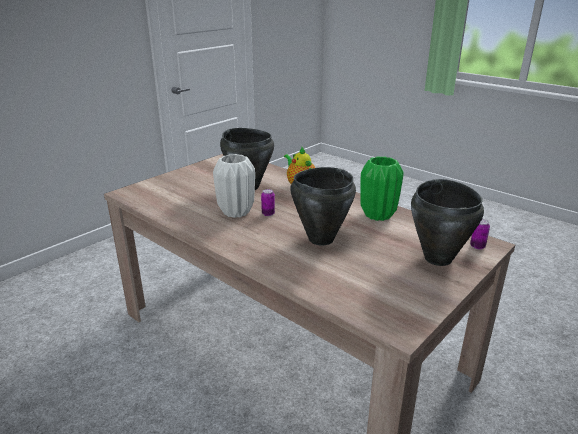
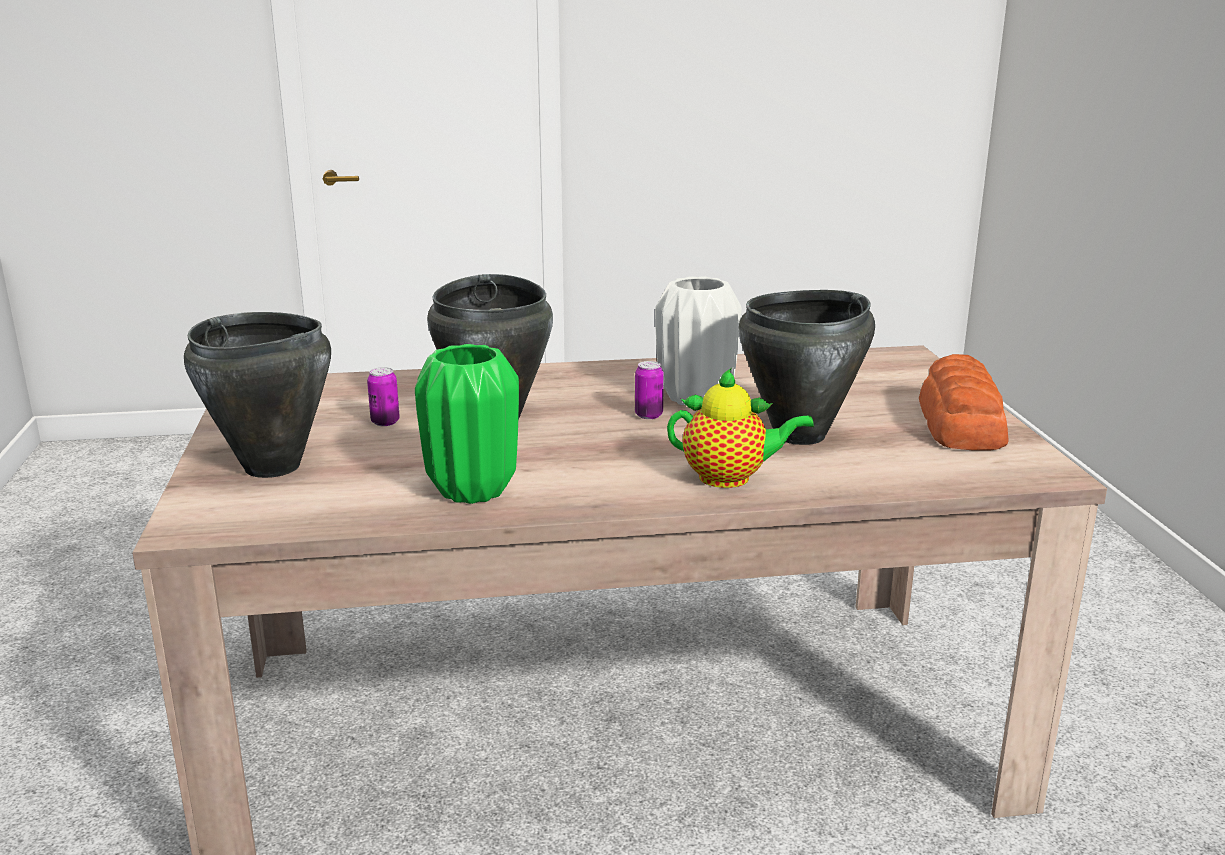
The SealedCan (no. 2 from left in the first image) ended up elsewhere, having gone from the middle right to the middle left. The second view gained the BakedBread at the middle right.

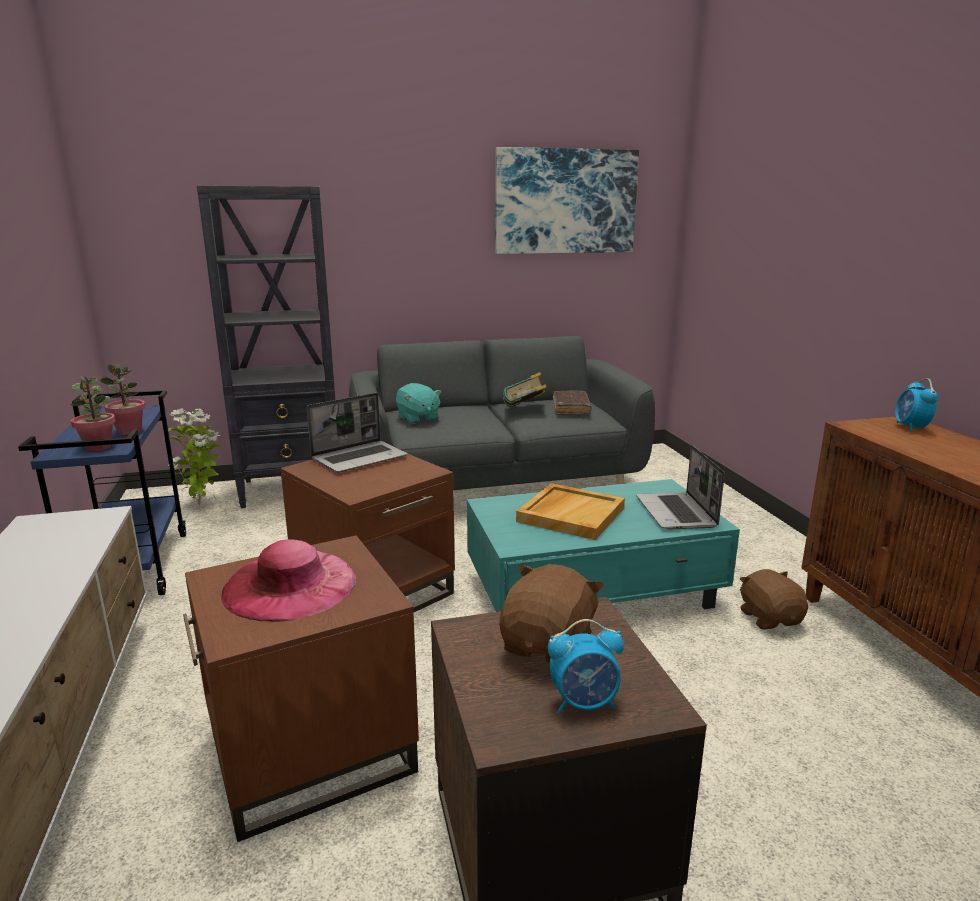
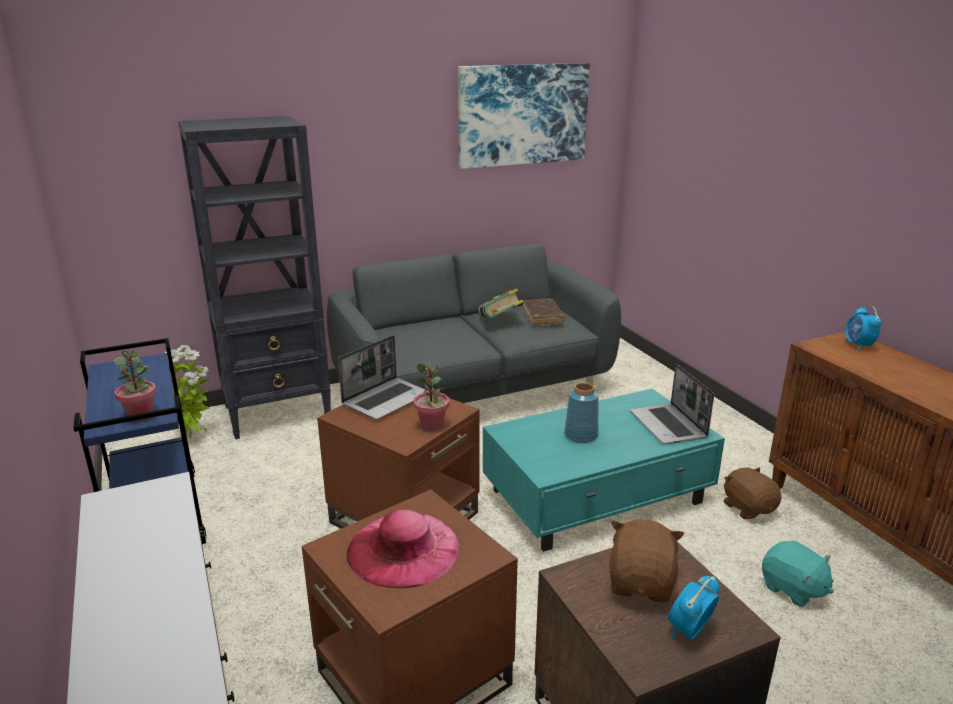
The PlantInAPot (no. 2 from left in the first image) ended up elsewhere, having gone from the middle left to the centre. Where the BeigeColouredCarryingTray stood at the centre, the BlueFlowerVase came to stand at the centre. The AlarmClock (no. 1 from left) at the bottom centre ended up facing another way, 150 degrees clockwise from before. The TurquoiseSoftToy ended up elsewhere, having gone from the centre to the bottom right.

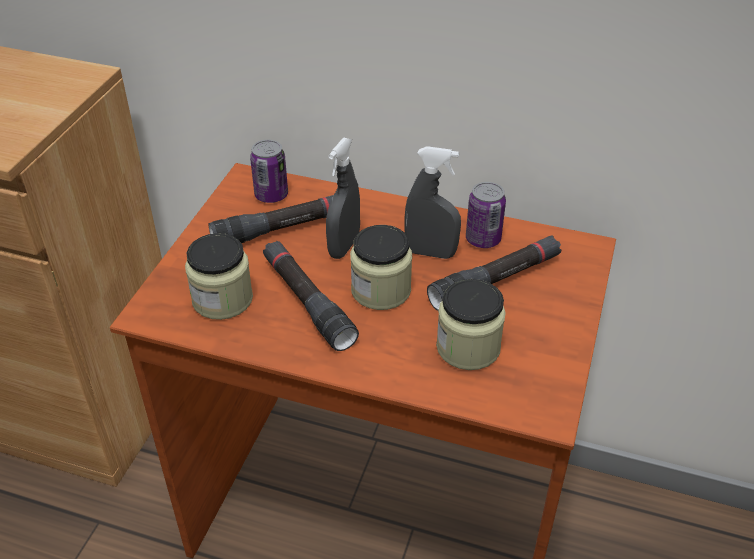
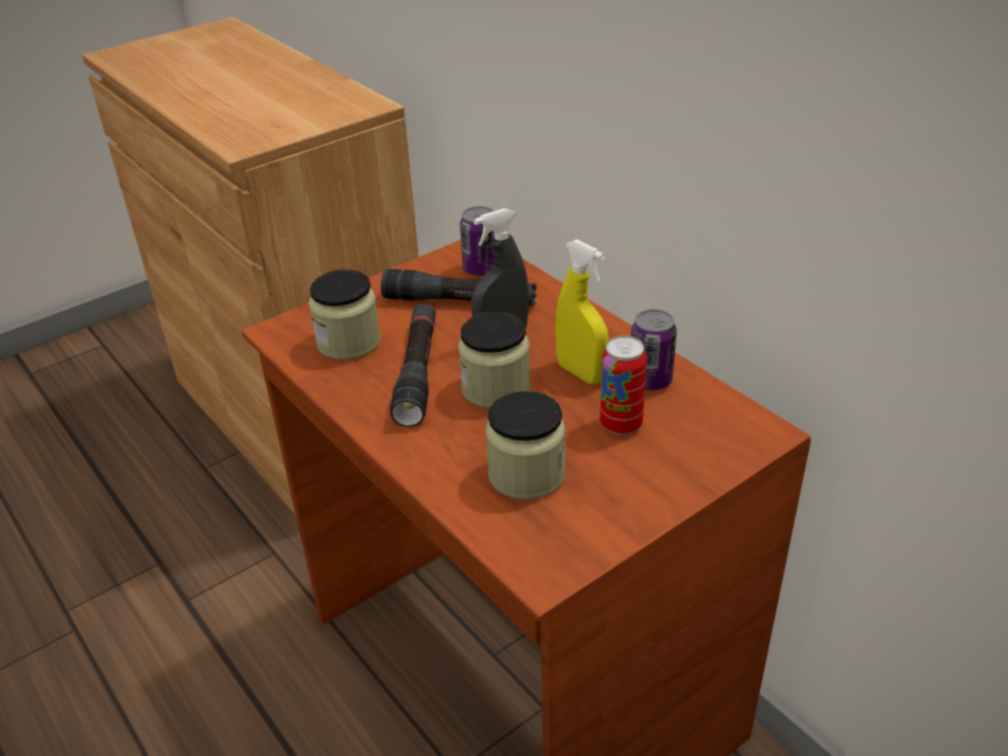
What was the GrayHandSprayer (no. 2 from left) at the centre turned into the YellowishHandSprayer at the centre. Where the BlackishTorch (no. 3 from left) stood at the centre, the SealedCan (no. 2 from left) came to stand at the centre.

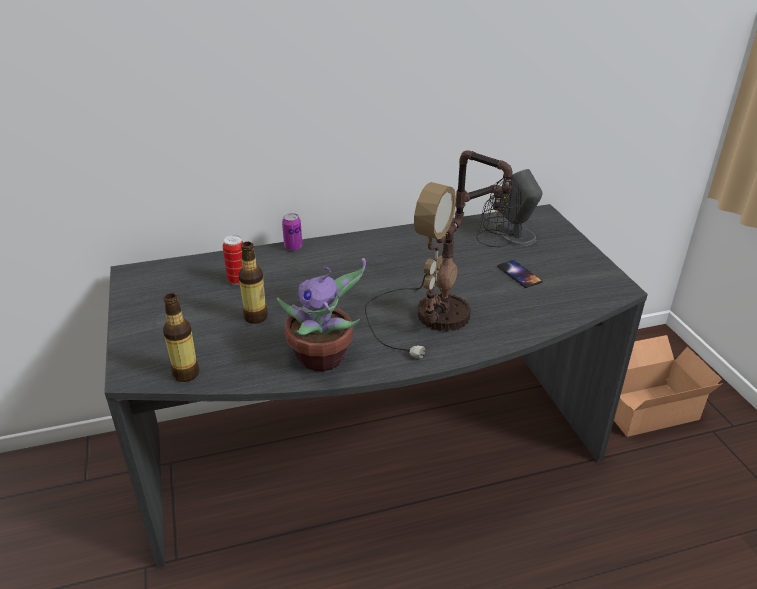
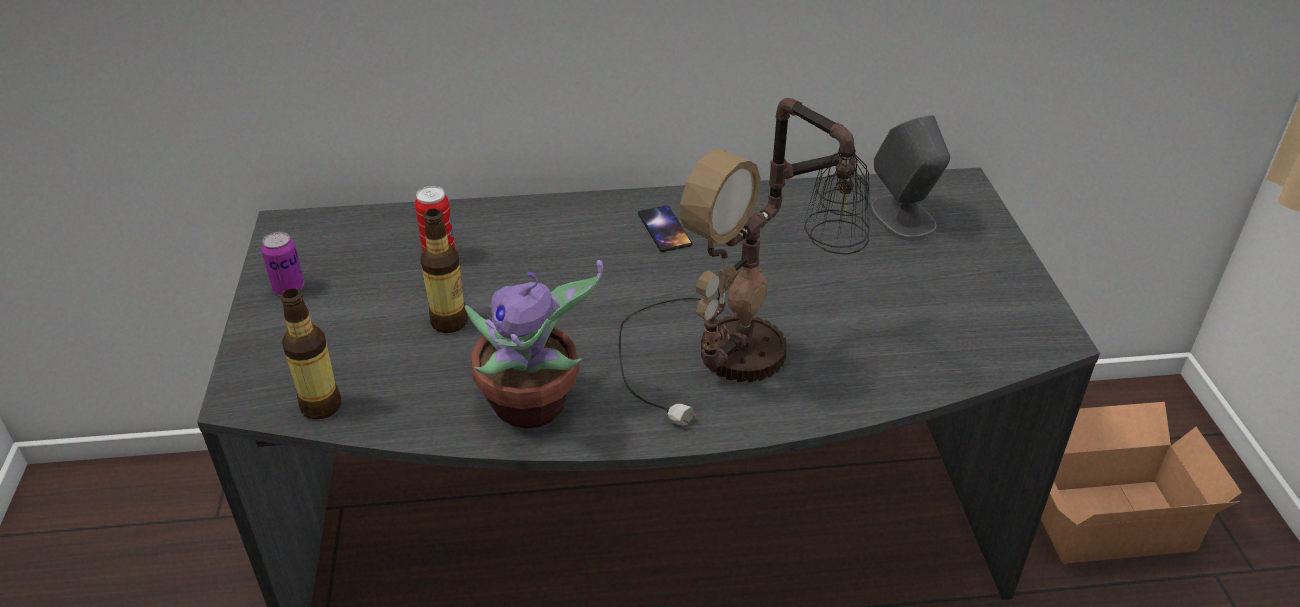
The SealedCan (no. 2 from left in the first image) ended up elsewhere, having gone from the centre to the middle left. The Telephone ended up elsewhere, having gone from the middle right to the centre.

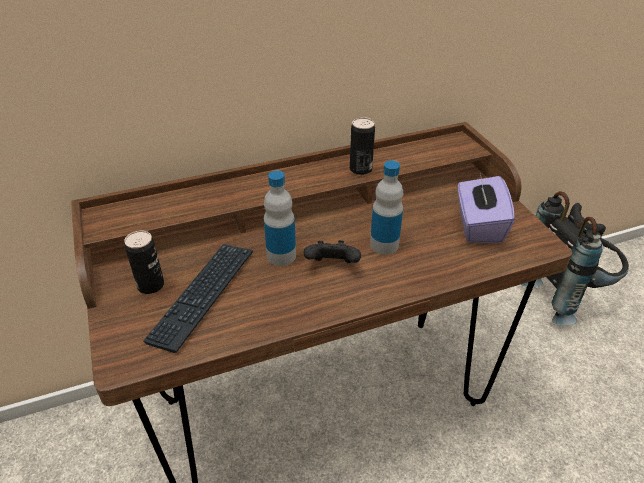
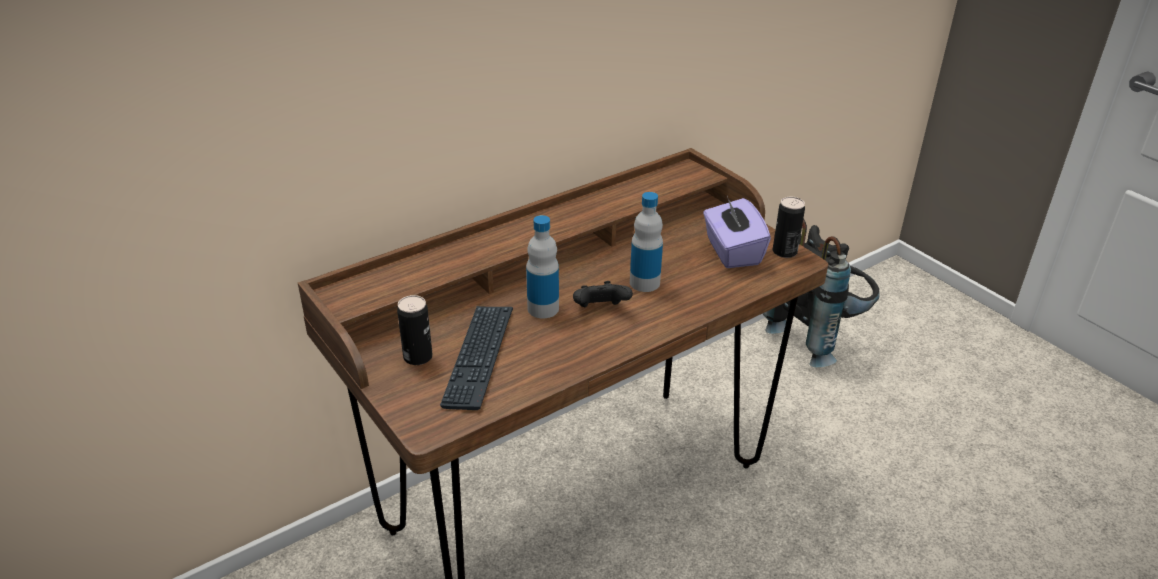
The SealedCan (no. 2 from left) ended up elsewhere, having gone from the top centre to the middle right.

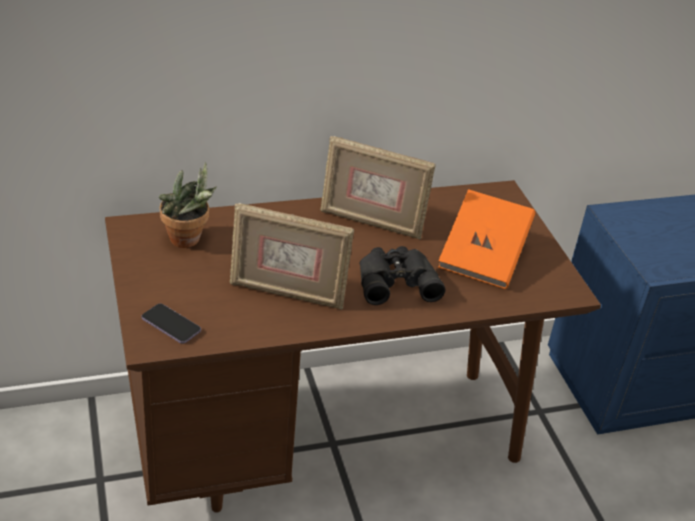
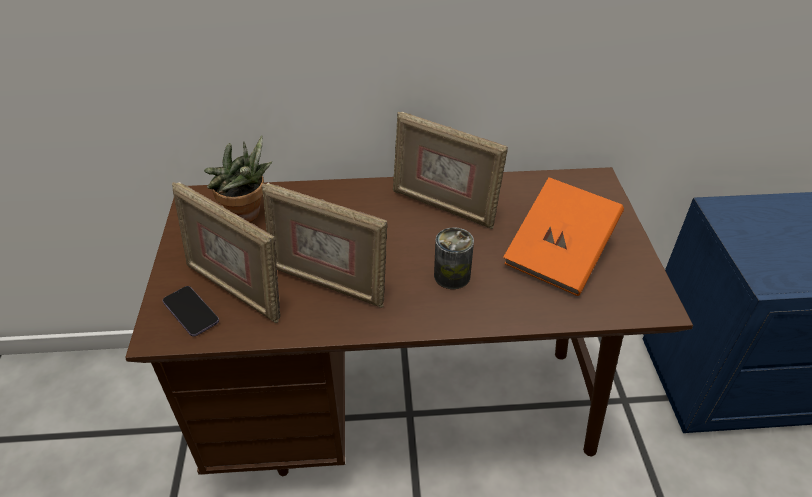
The second view gained the StandingFrame (no. 1 from left) at the middle left. Where the BlackishFieldGlasses stood at the centre, the SealedCan came to stand at the centre.

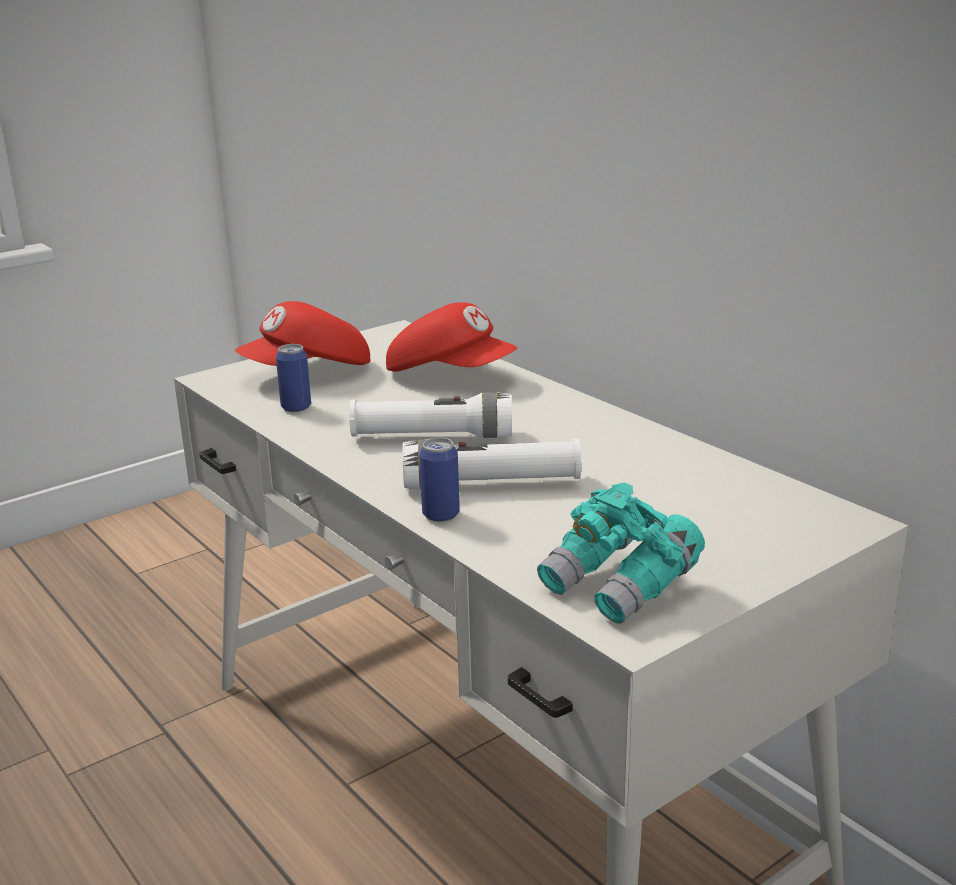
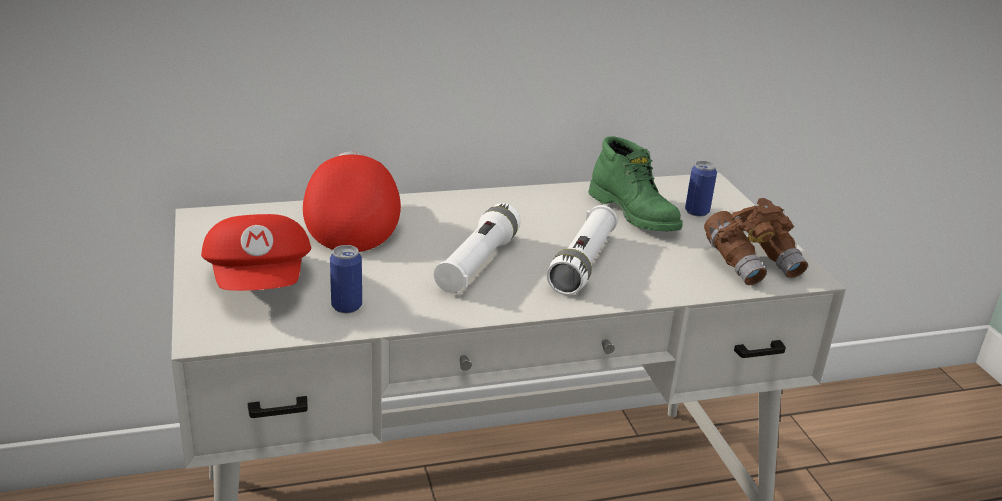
The RedBaseballCap (no. 2 from left) at the centre ended up facing another way, 60 degrees counterclockwise from before. The second view gained the GreenishBoot at the centre. The SealedCan (no. 2 from left) ended up elsewhere, having gone from the centre to the middle right. What was the TurquoiseFieldGlasses at the centre turned into the BrownColouredFieldGlasses at the middle right.

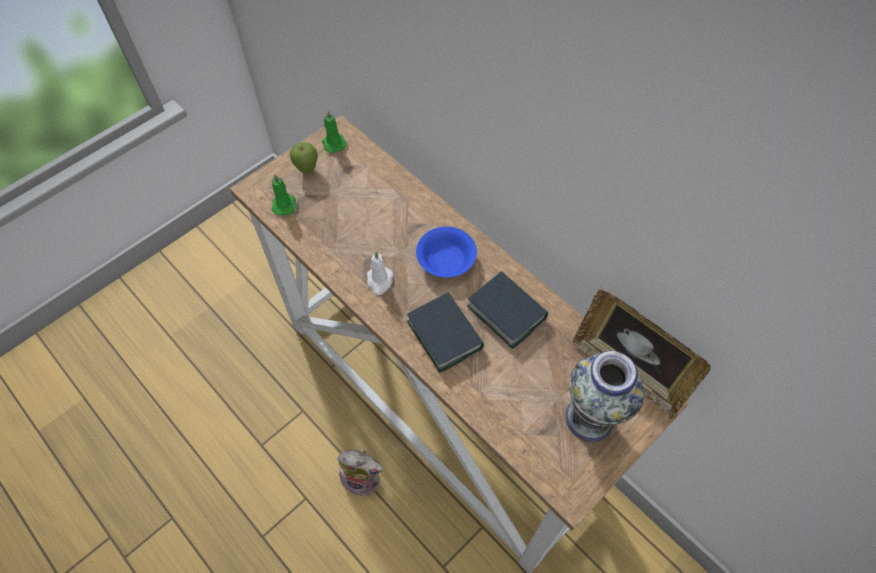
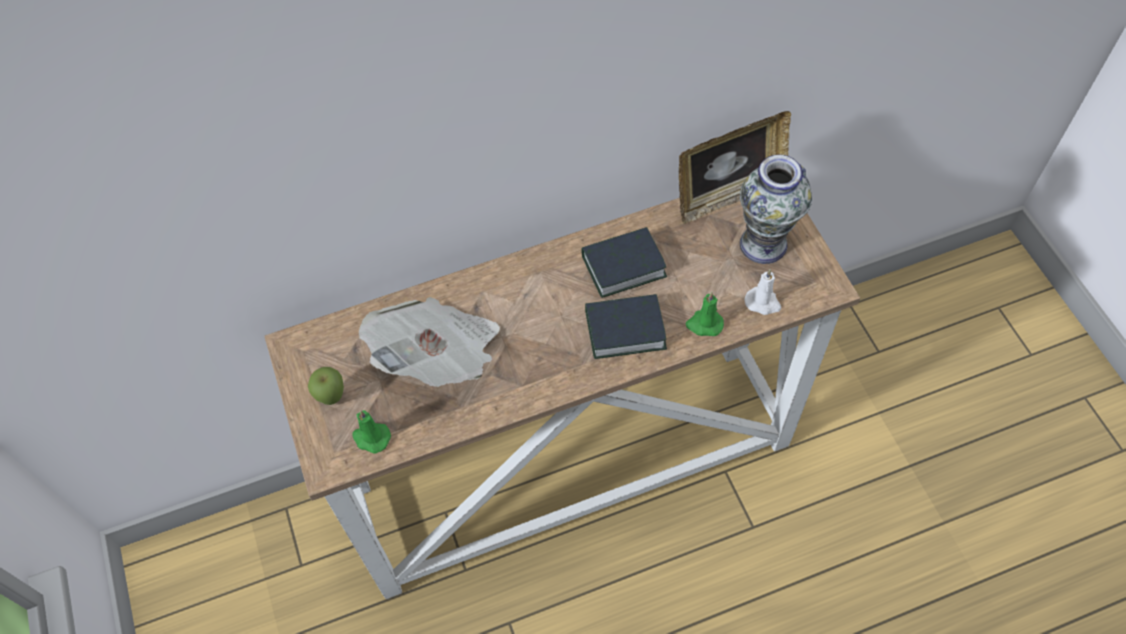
The second view gained the DailyPaper at the centre. The GreenishWaxCandle (no. 2 from left) ended up elsewhere, having gone from the top centre to the centre. The WhiteColouredWaxCandle ended up elsewhere, having gone from the centre to the middle right. The second view lost the SoftToy at the bottom centre. The second view lost the BlueDeepDish at the centre.

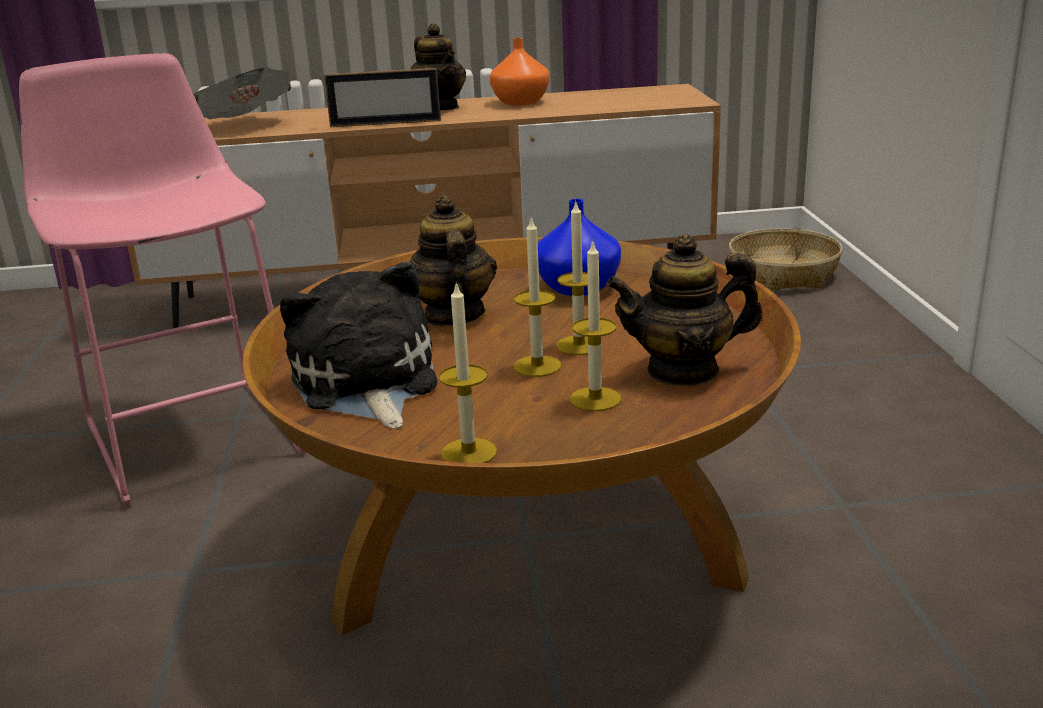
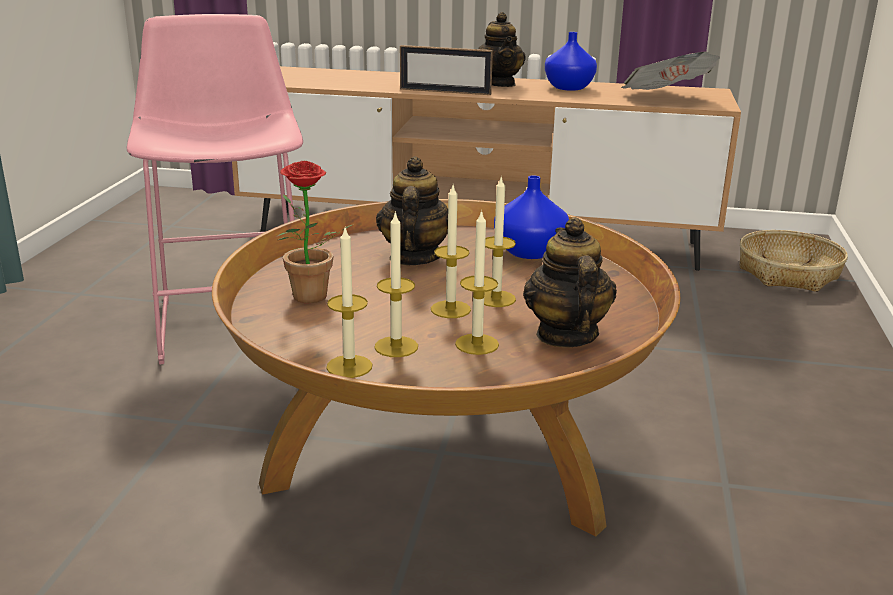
Where the SoftToy stood at the centre, the PlantInAPot came to stand at the centre. The second view gained the WaxCandle (no. 2 from left) at the centre. The Teapot (no. 3 from left) at the centre ended up facing another way, 75 degrees clockwise from before. What was the OrangeyFlowerVase at the top centre turned into the BlueFlowerVase (no. 2 from left) at the top centre. The DailyPaper ended up elsewhere, having gone from the top left to the top right.

